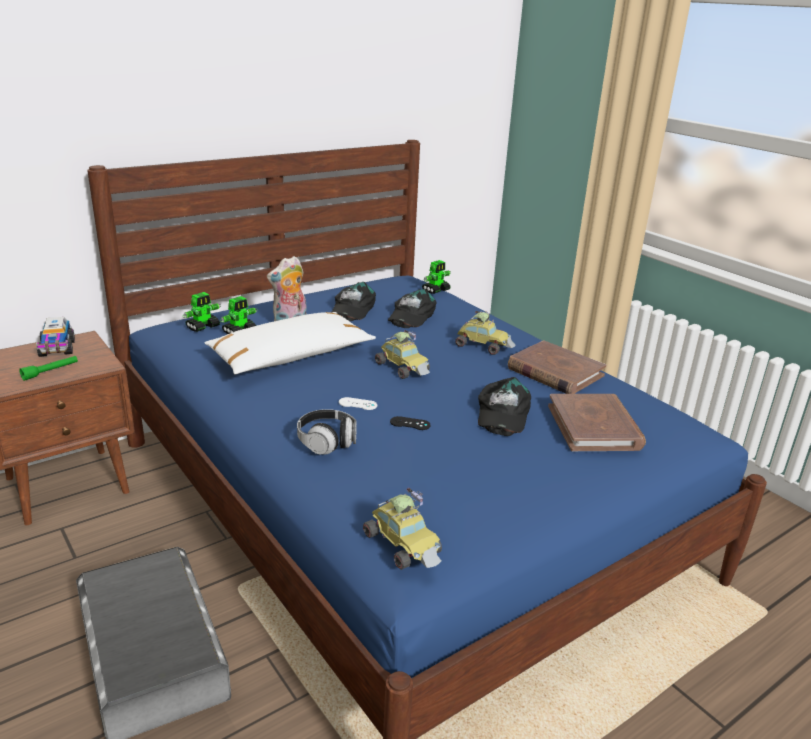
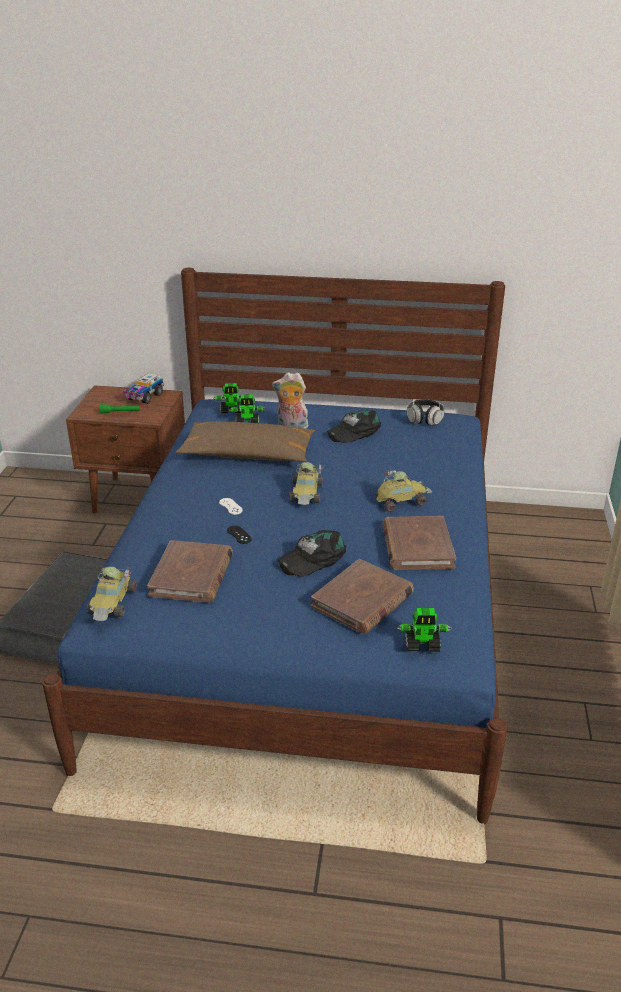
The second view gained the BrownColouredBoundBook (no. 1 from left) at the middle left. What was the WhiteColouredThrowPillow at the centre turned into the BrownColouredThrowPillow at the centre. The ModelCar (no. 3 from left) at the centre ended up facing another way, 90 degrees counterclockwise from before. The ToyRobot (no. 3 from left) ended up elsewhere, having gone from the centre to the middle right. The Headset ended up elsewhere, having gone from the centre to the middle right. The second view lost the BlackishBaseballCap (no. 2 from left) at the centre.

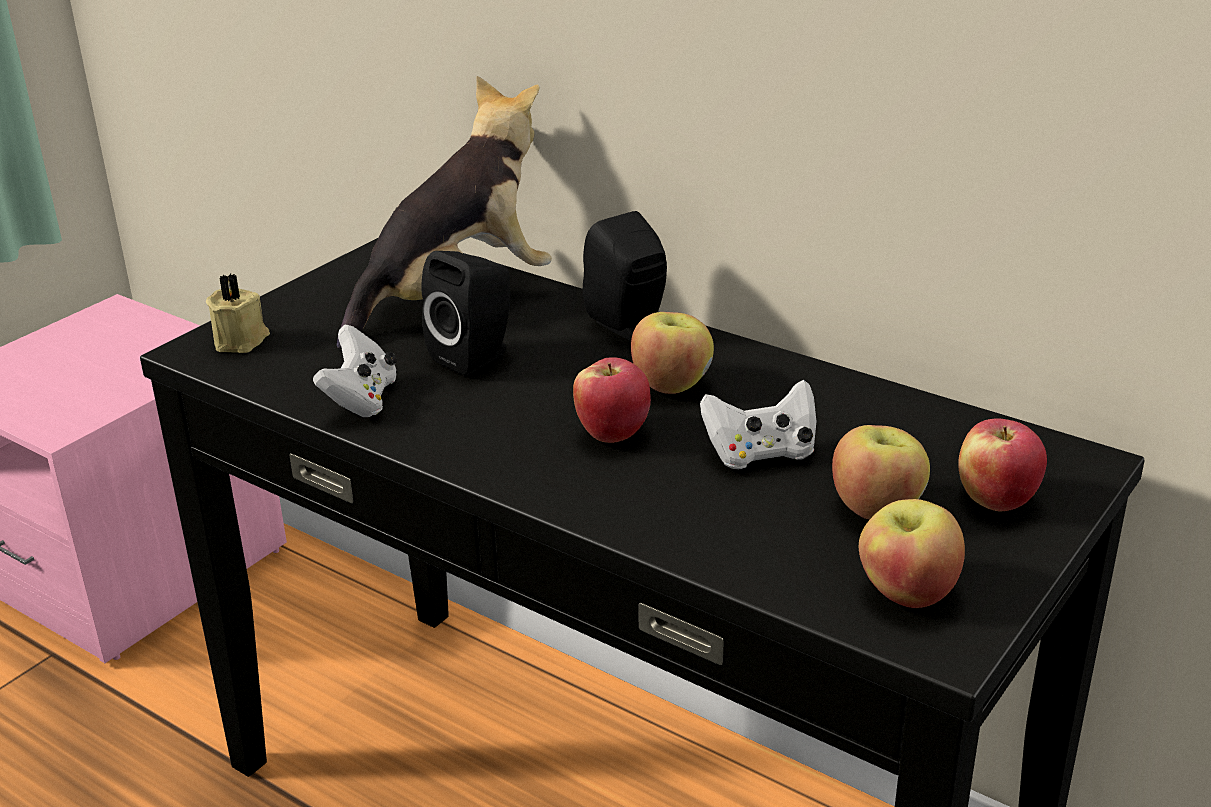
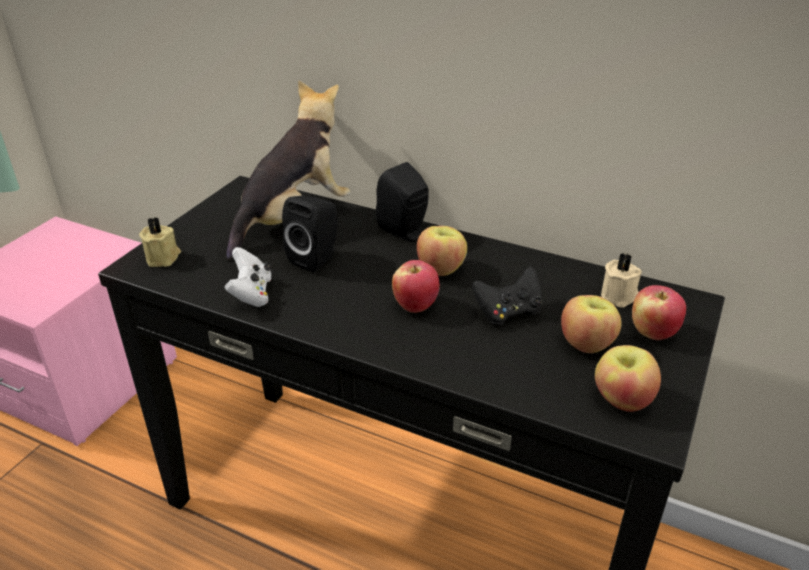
What was the WhiteColouredGamepad (no. 2 from left) at the centre turned into the BlackishGamepad at the centre. The second view gained the BeigeColouredWaxCandle (no. 2 from left) at the middle right.

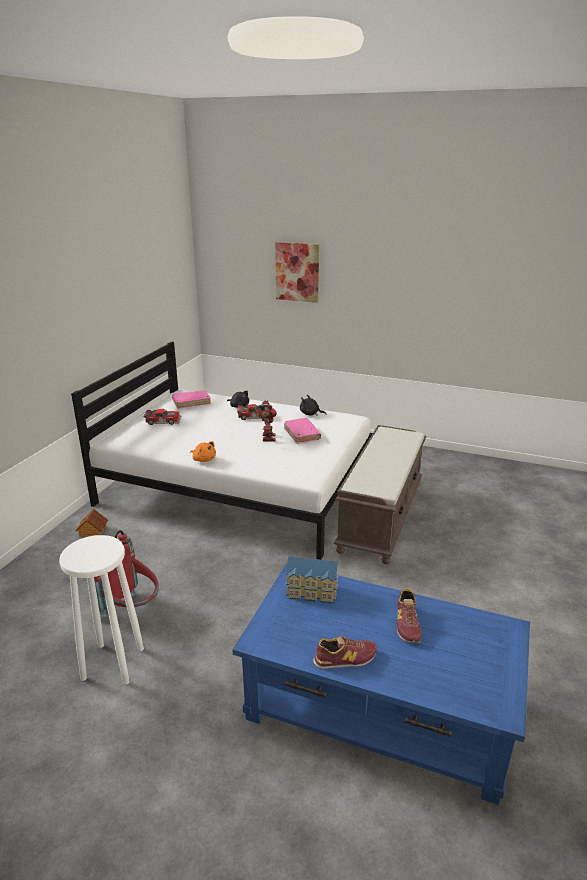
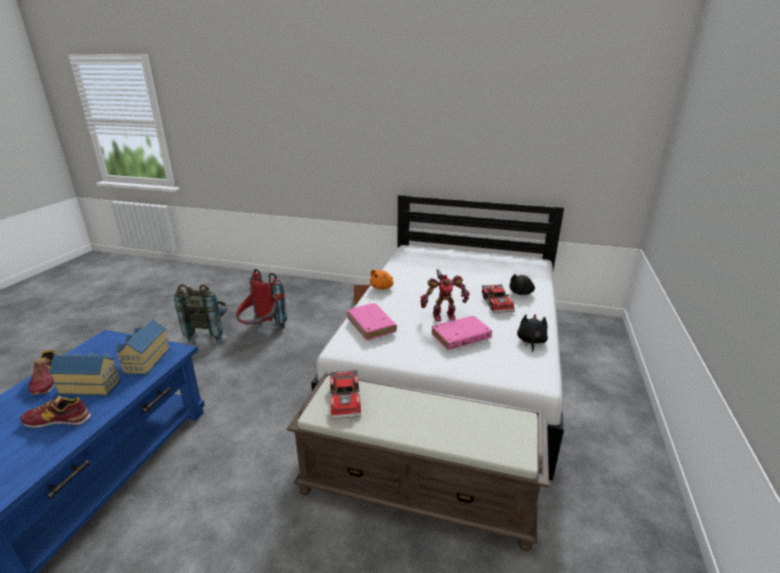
The second view gained the MiniatureHouse (no. 1 from left) at the middle left. Where the WhiteColouredStool stood at the bottom left, the GrayRucksack came to stand at the middle left. The ModelCar (no. 1 from left) ended up elsewhere, having gone from the middle left to the bottom centre. The PinkishBoundBook (no. 1 from left) ended up elsewhere, having gone from the middle left to the centre. The second view lost the WallPicture at the top centre.

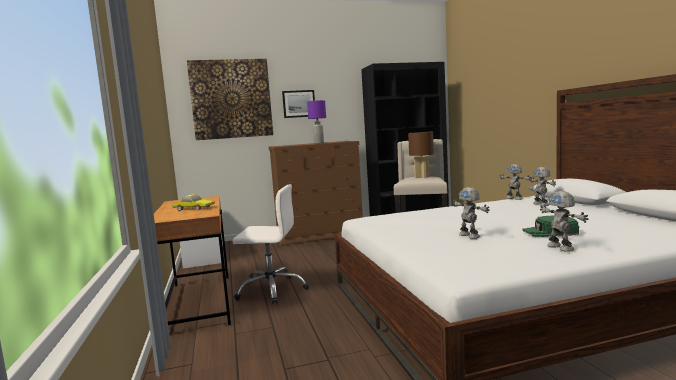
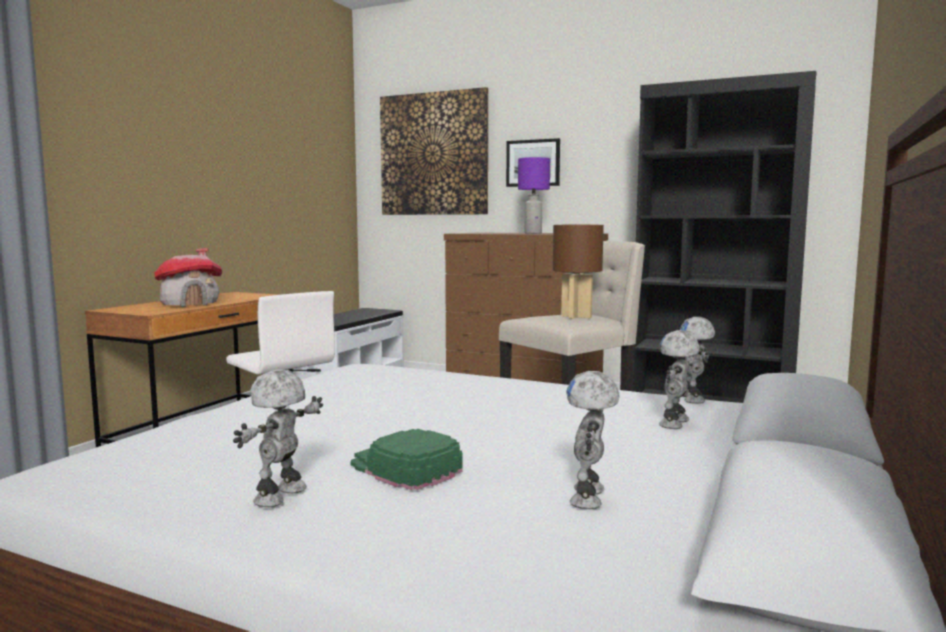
Where the ModelCar stood at the middle left, the MiniatureHouse came to stand at the middle left. The ToyRobot (no. 1 from left in the first image) ended up elsewhere, having gone from the middle right to the bottom centre.

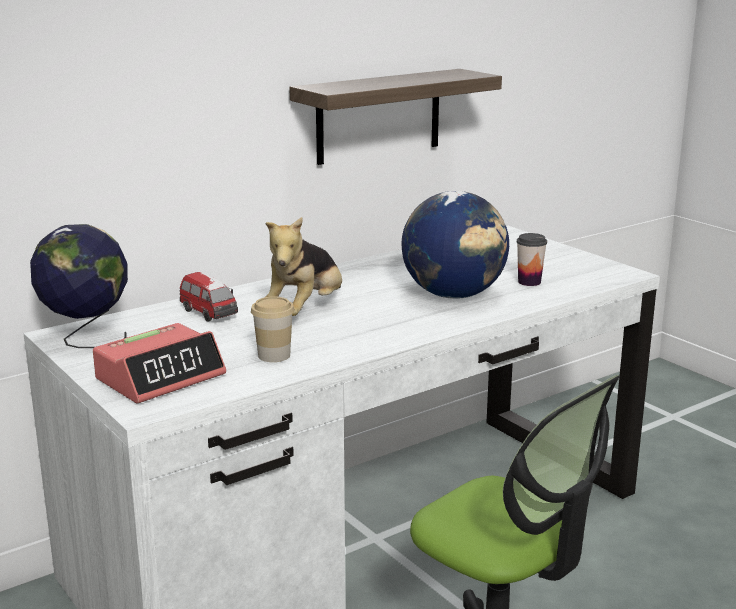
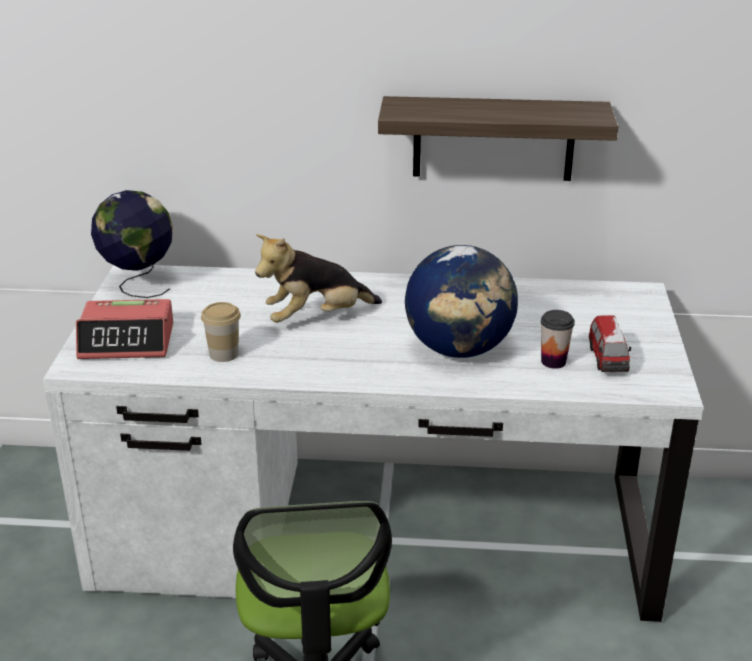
The ModelCar ended up elsewhere, having gone from the middle left to the middle right.

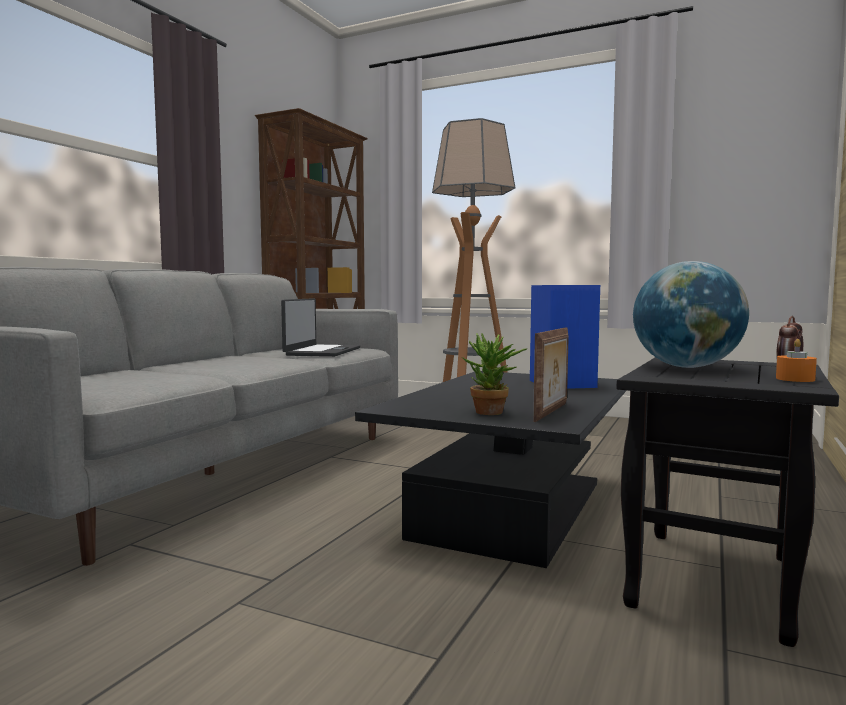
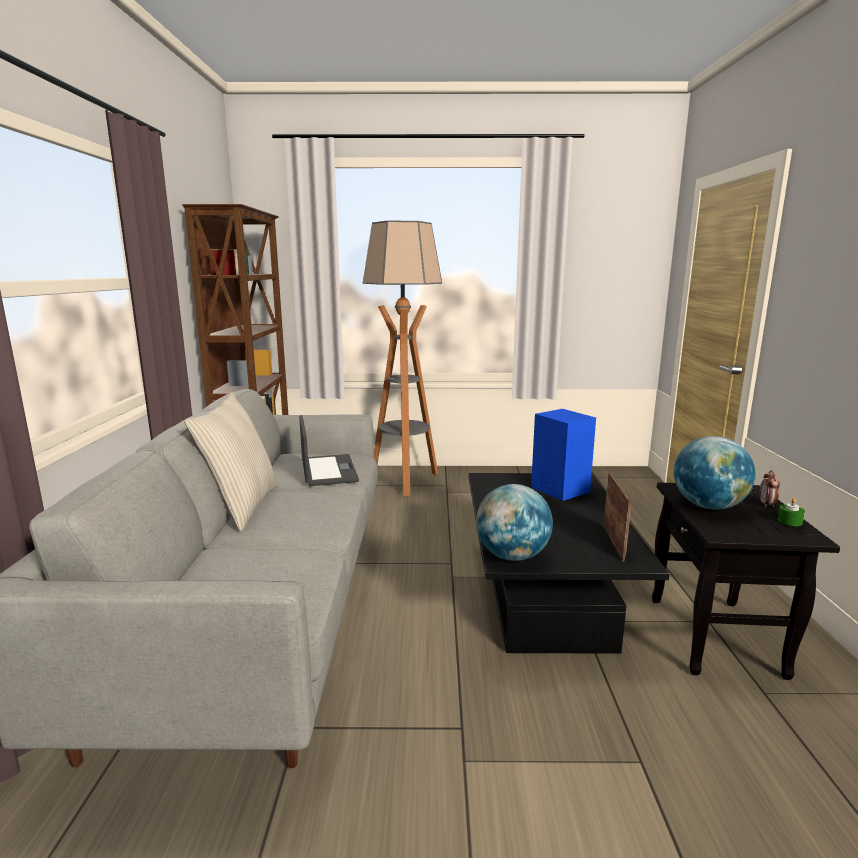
The second view gained the BeigeColouredThrowPillow at the middle left. The second view gained the Globe (no. 1 from left) at the centre. What was the OrangeyWaxCandle at the middle right turned into the GreenishWaxCandle at the middle right. The second view lost the PlantInAPot at the centre.

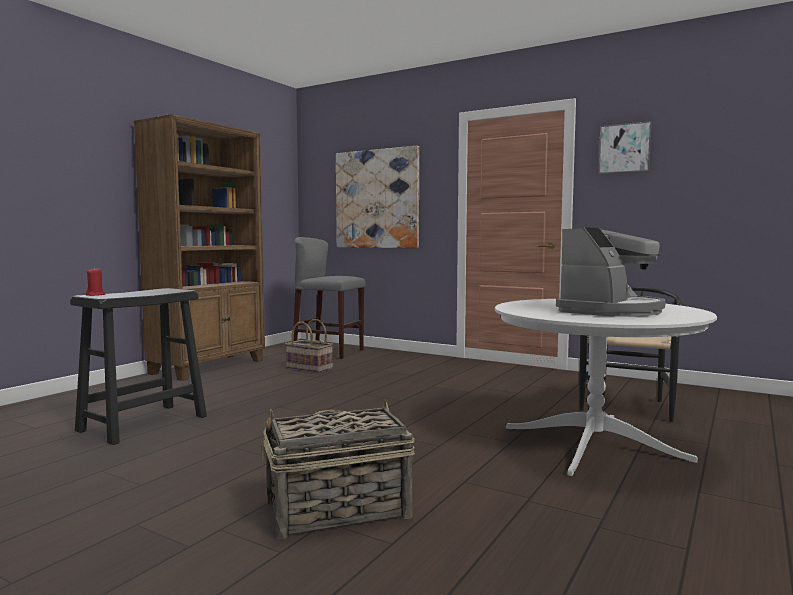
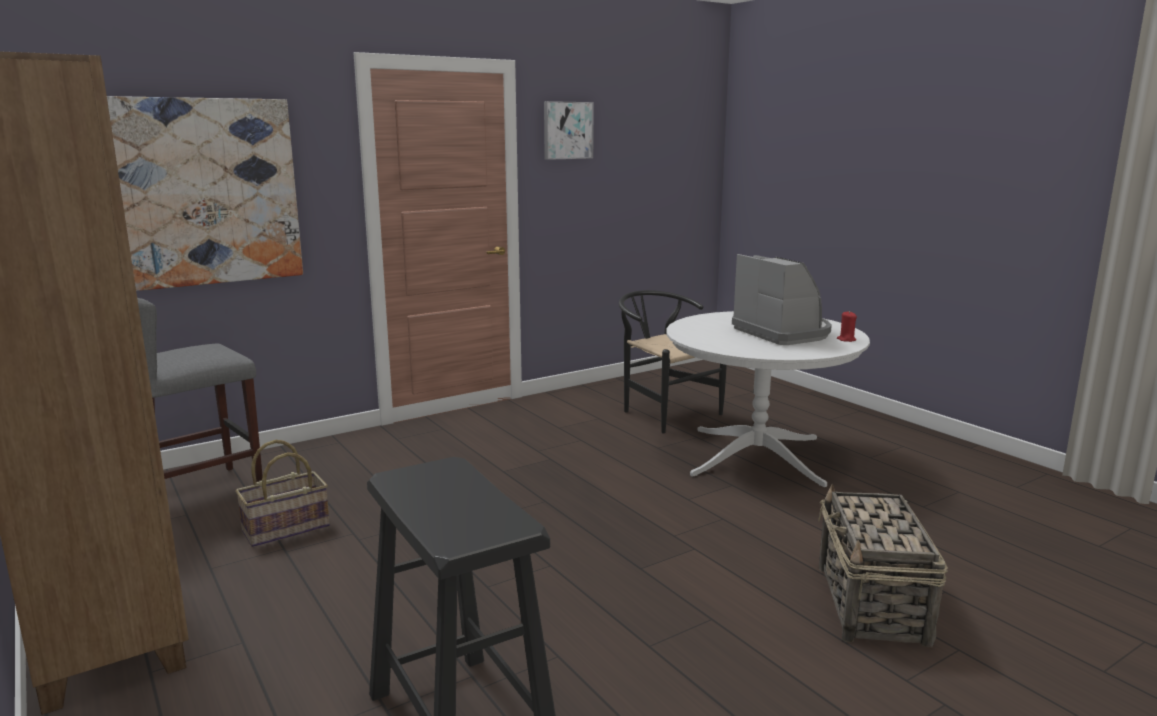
The RedWaxCandle ended up elsewhere, having gone from the middle left to the middle right.

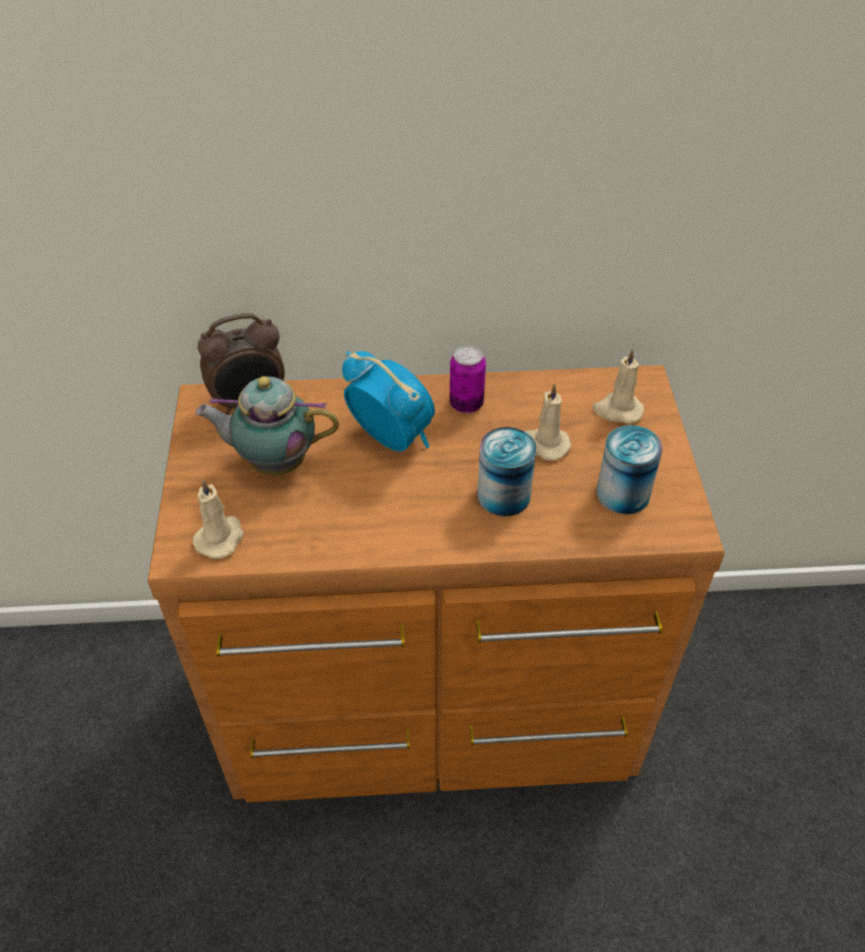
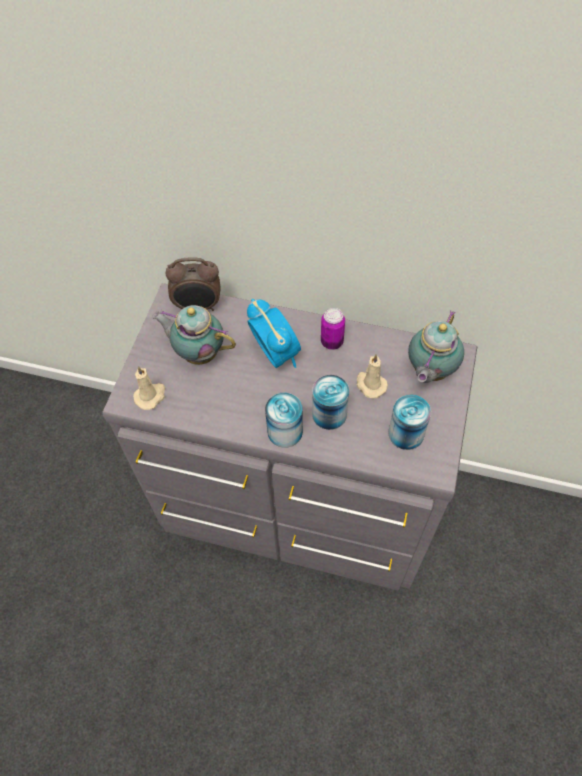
What was the BrownColouredDresser at the centre turned into the GrayDresser at the centre. The second view gained the SealedCan (no. 1 from left) at the centre. Where the BeigeColouredWaxCandle (no. 3 from left) stood at the middle right, the Teapot (no. 2 from left) came to stand at the middle right.

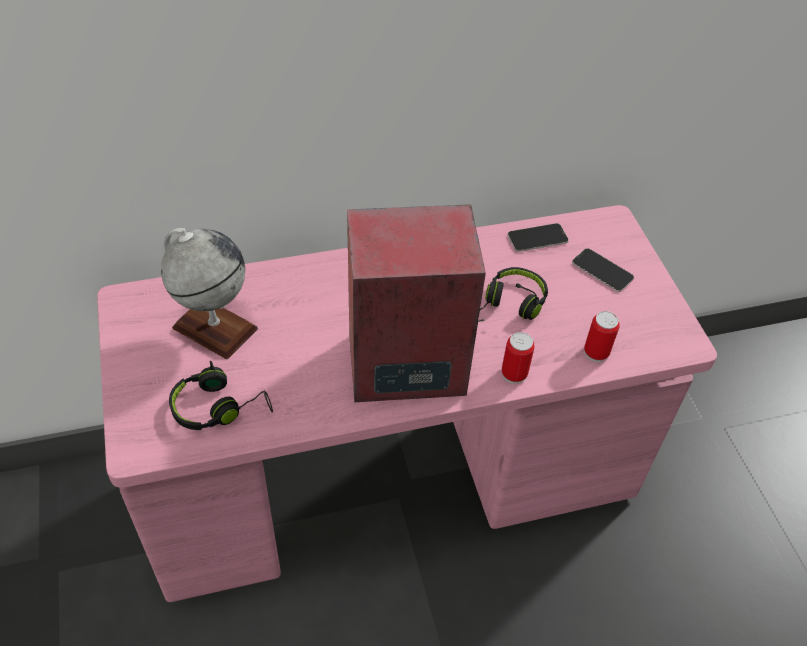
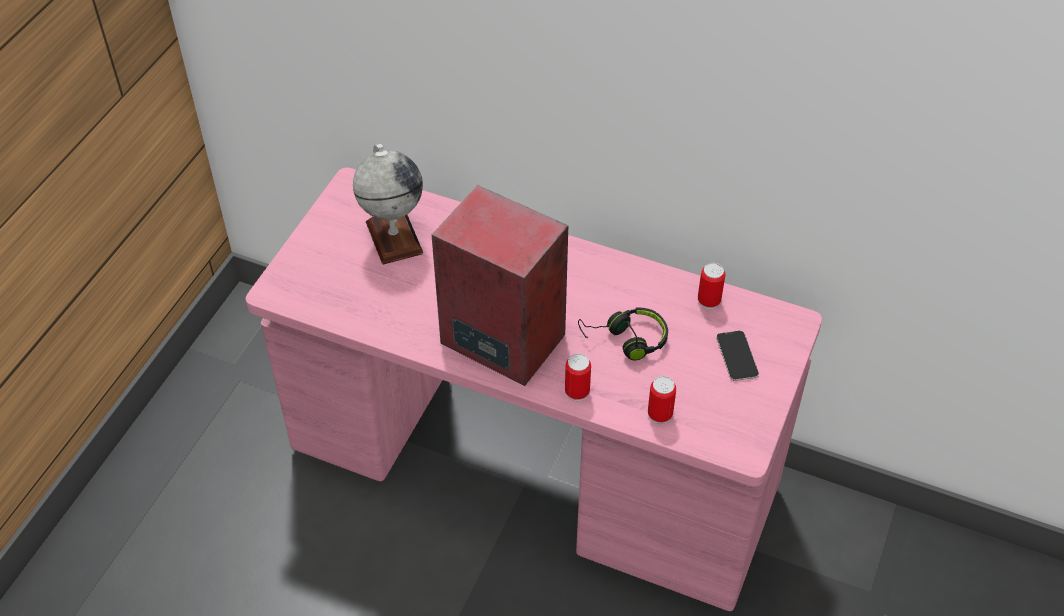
Where the Telephone (no. 1 from left) stood at the middle right, the SealedCan (no. 3 from left) came to stand at the middle right. The second view lost the BlackishHeadset (no. 1 from left) at the middle left.

